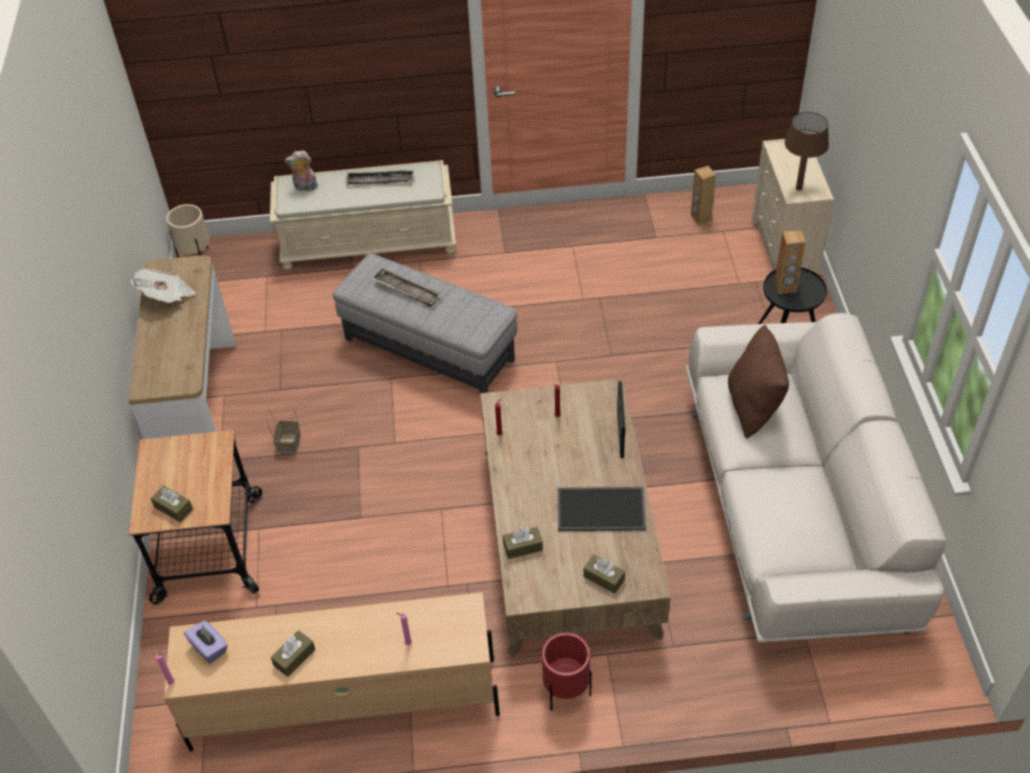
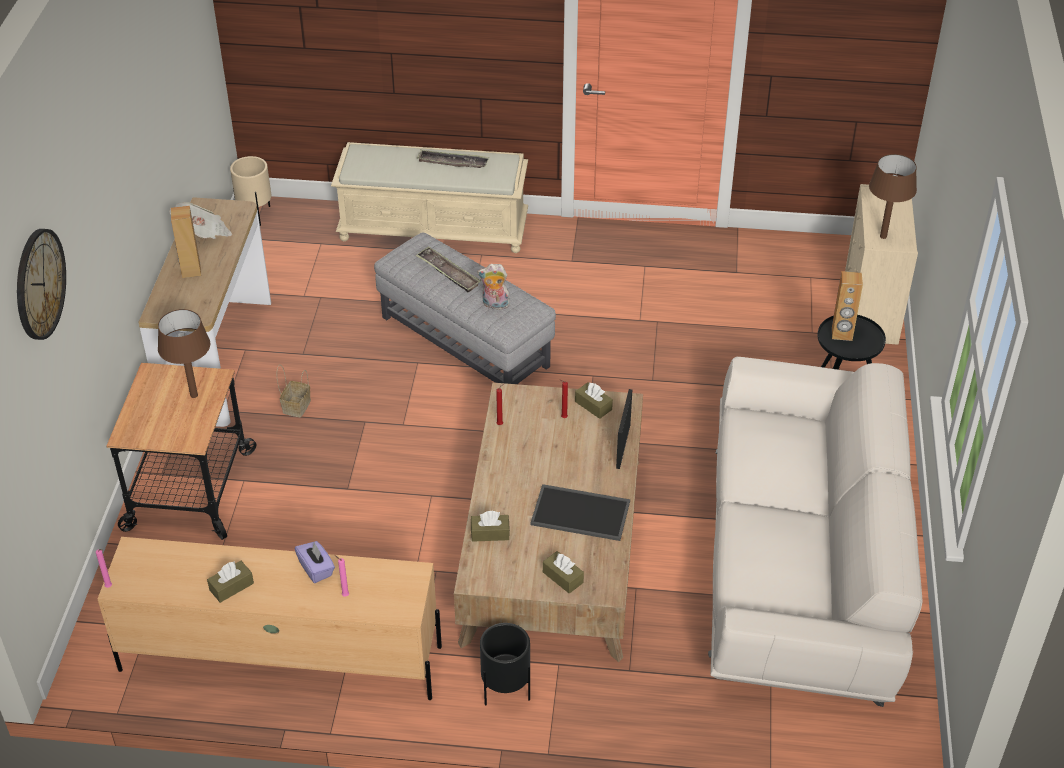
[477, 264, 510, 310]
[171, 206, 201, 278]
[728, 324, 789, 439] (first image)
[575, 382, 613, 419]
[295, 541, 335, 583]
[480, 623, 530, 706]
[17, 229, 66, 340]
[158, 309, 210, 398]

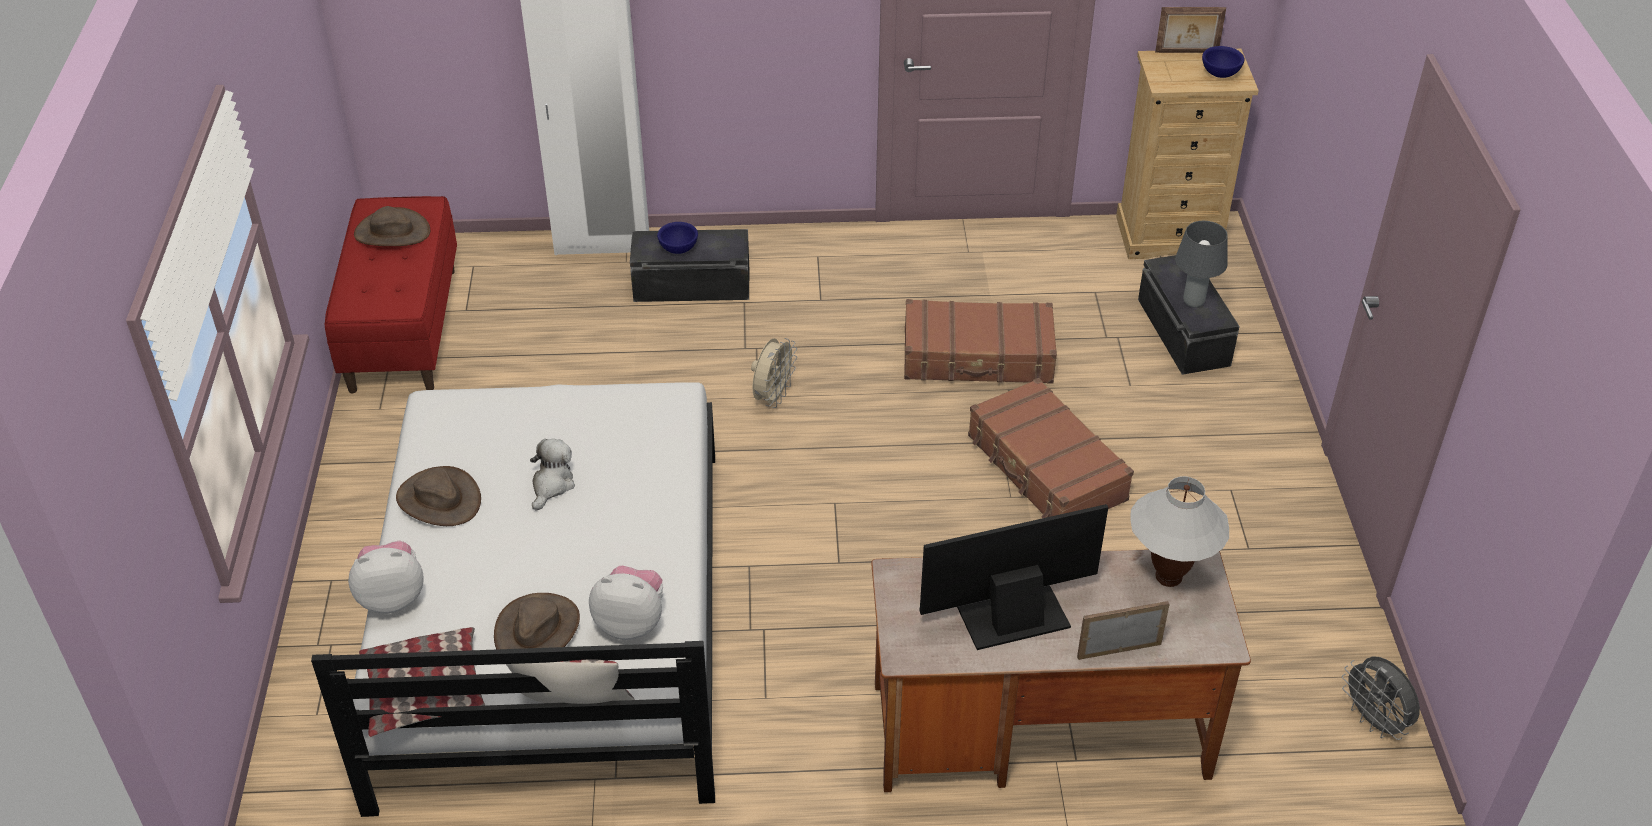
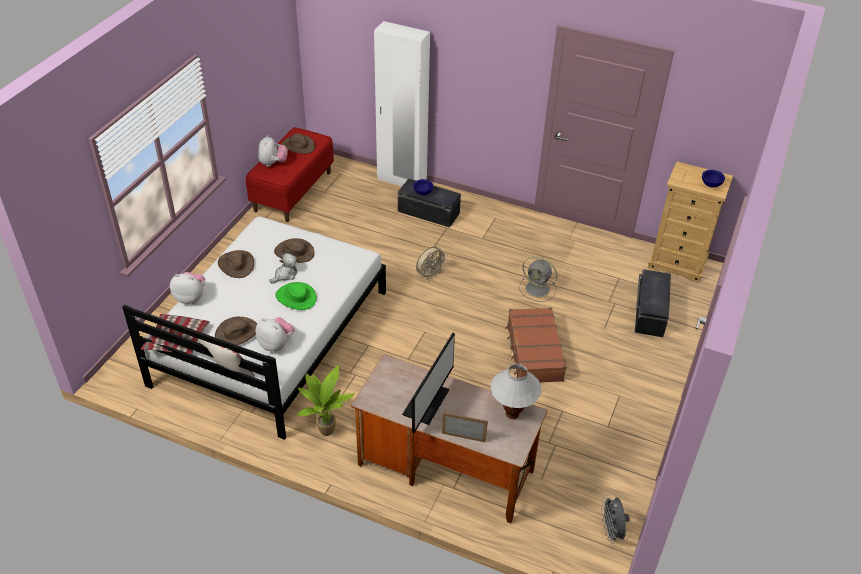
[1155, 7, 1226, 53] (first image)
[1175, 221, 1228, 308] (first image)
[520, 256, 557, 302]
[402, 333, 455, 433]
[258, 135, 288, 167]
[274, 238, 315, 263]
[275, 282, 317, 310]
[297, 365, 355, 436]

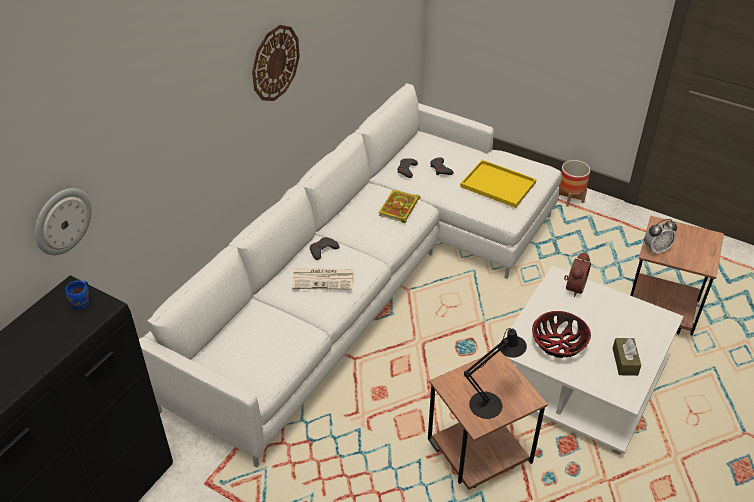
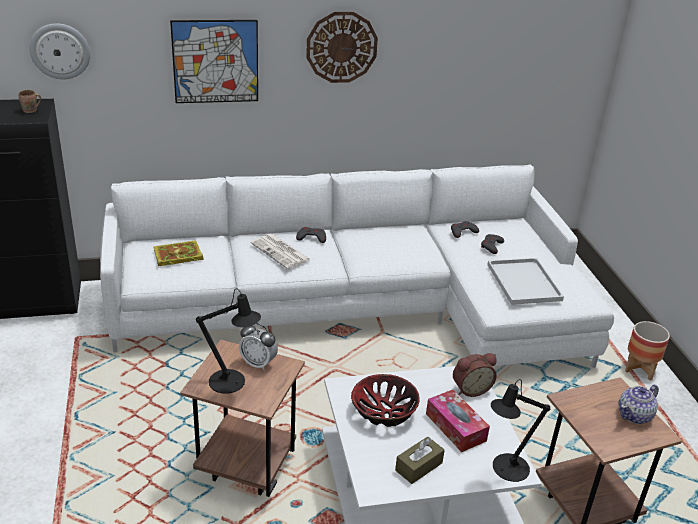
[487, 258, 564, 305]
[153, 240, 203, 266]
[239, 323, 278, 371]
[19, 90, 41, 113]
[170, 20, 258, 103]
[491, 379, 550, 482]
[618, 385, 659, 424]
[426, 390, 490, 452]

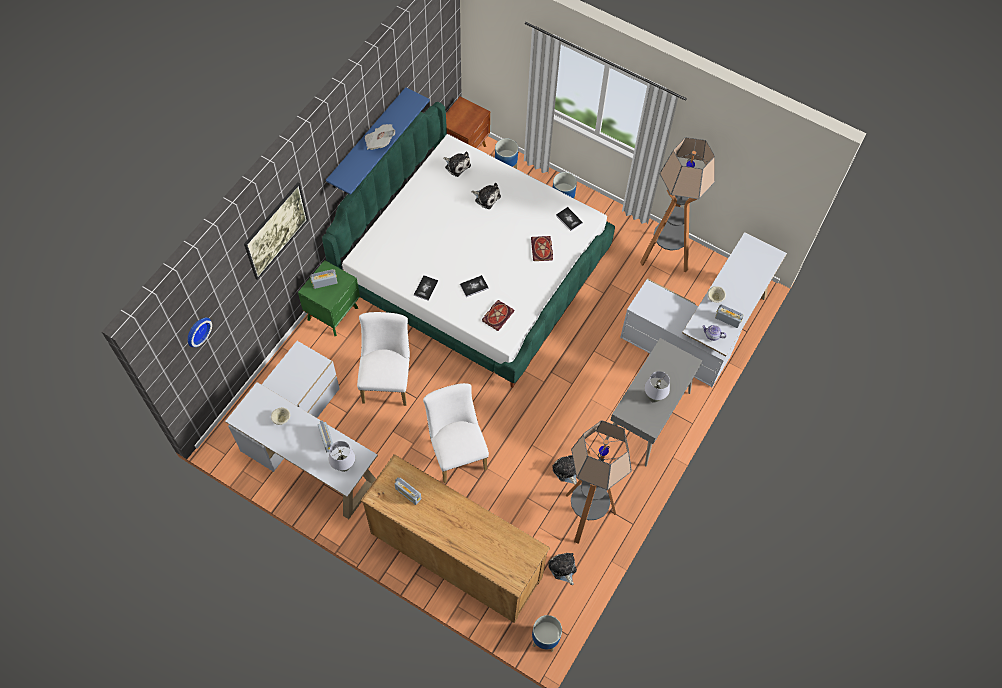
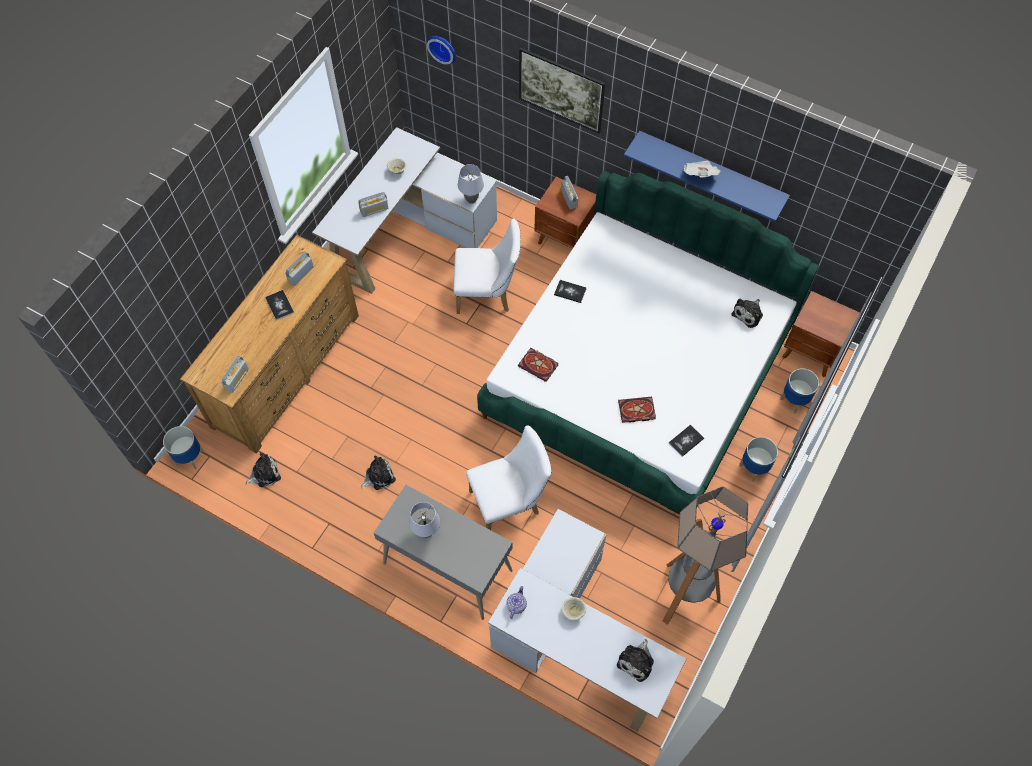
[617, 639, 654, 682]
[534, 177, 596, 249]
[265, 290, 294, 321]
[221, 356, 249, 393]
[466, 425, 551, 530]
[566, 420, 632, 544] (first image)
[458, 164, 484, 204]

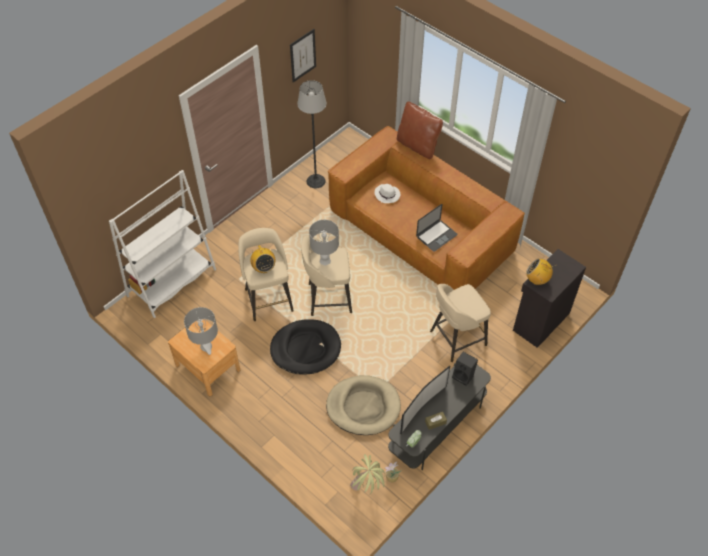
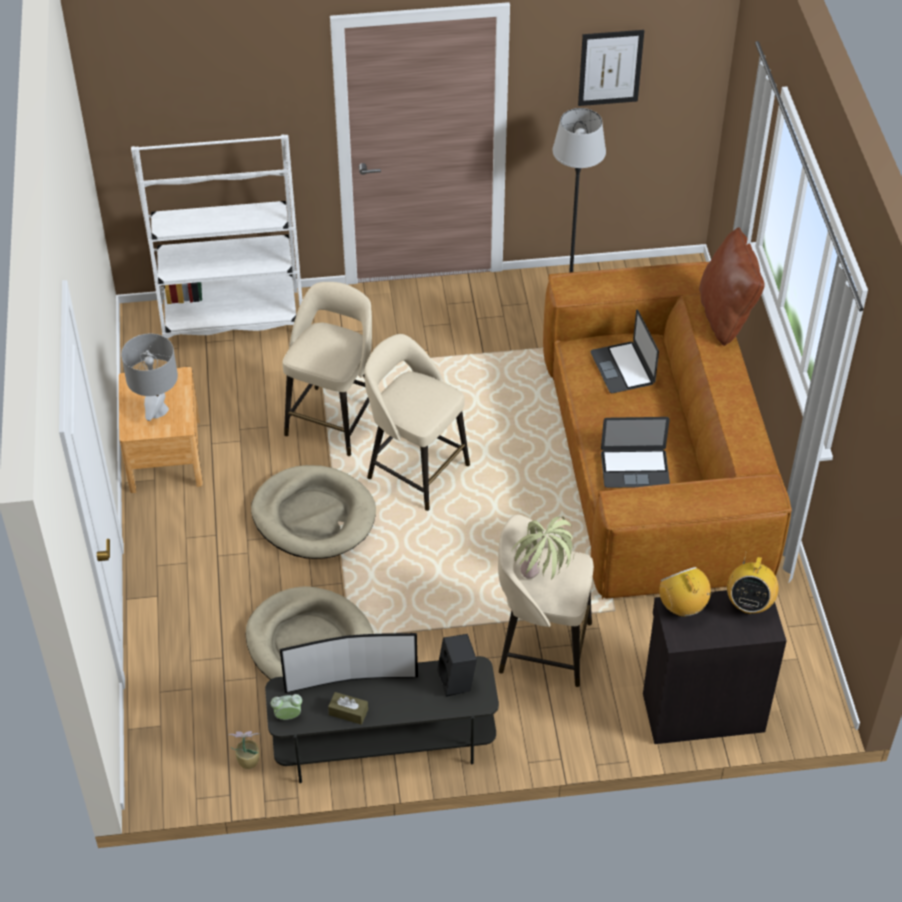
[590, 310, 659, 393]
[309, 220, 339, 265] (first image)
[727, 555, 779, 614]
[251, 465, 376, 559]
[512, 516, 574, 579]

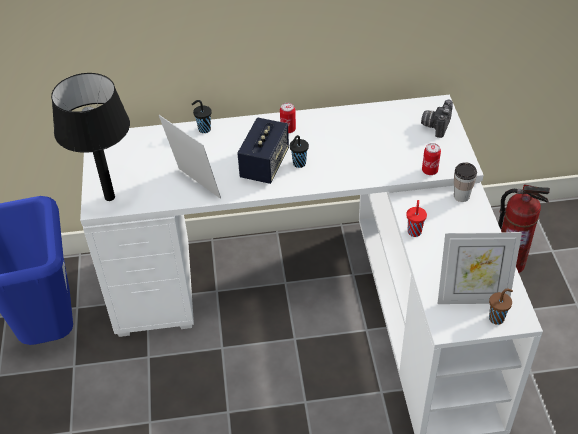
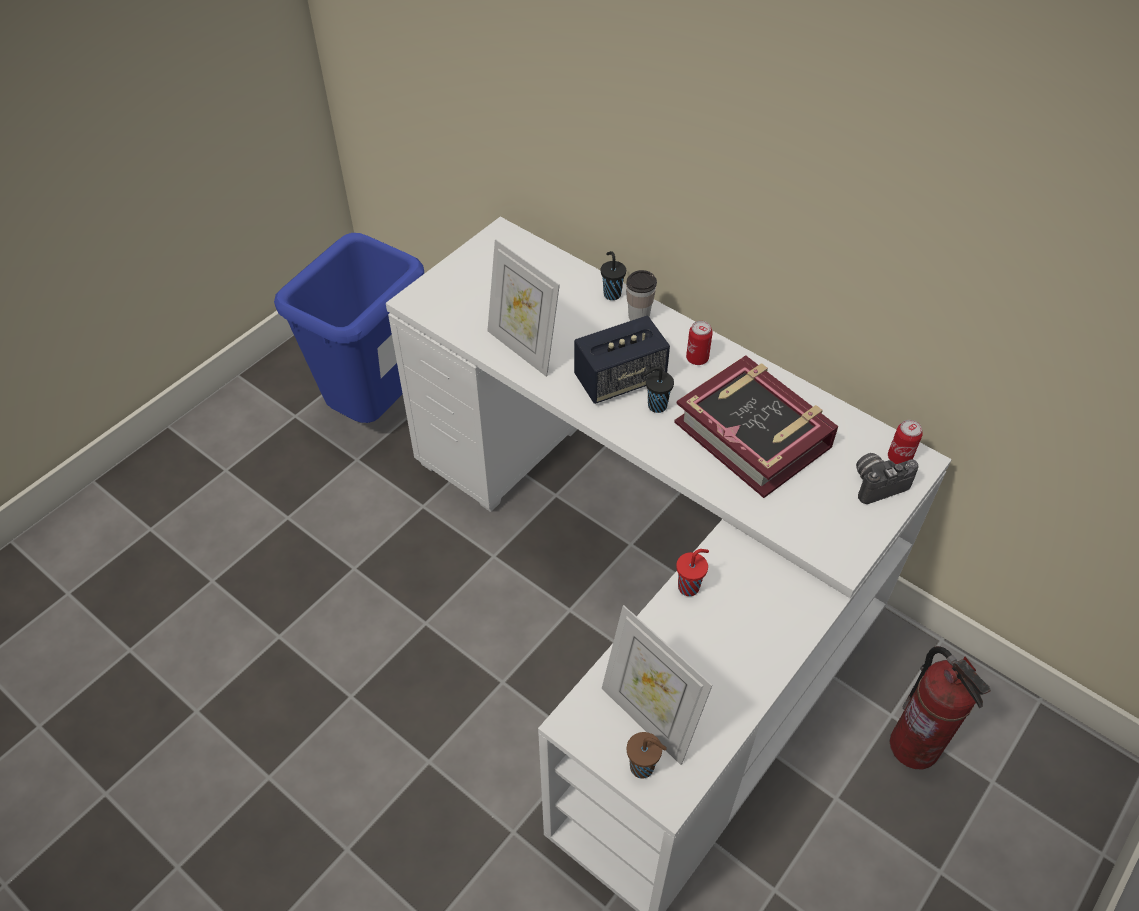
[51, 73, 130, 201] (first image)
[487, 239, 560, 377]
[888, 420, 923, 464]
[626, 270, 657, 321]
[674, 355, 838, 498]

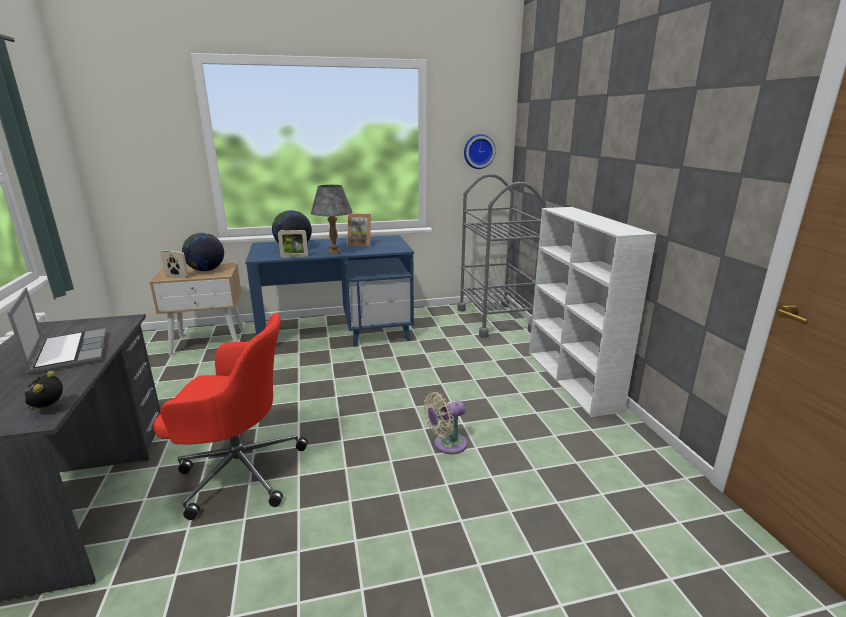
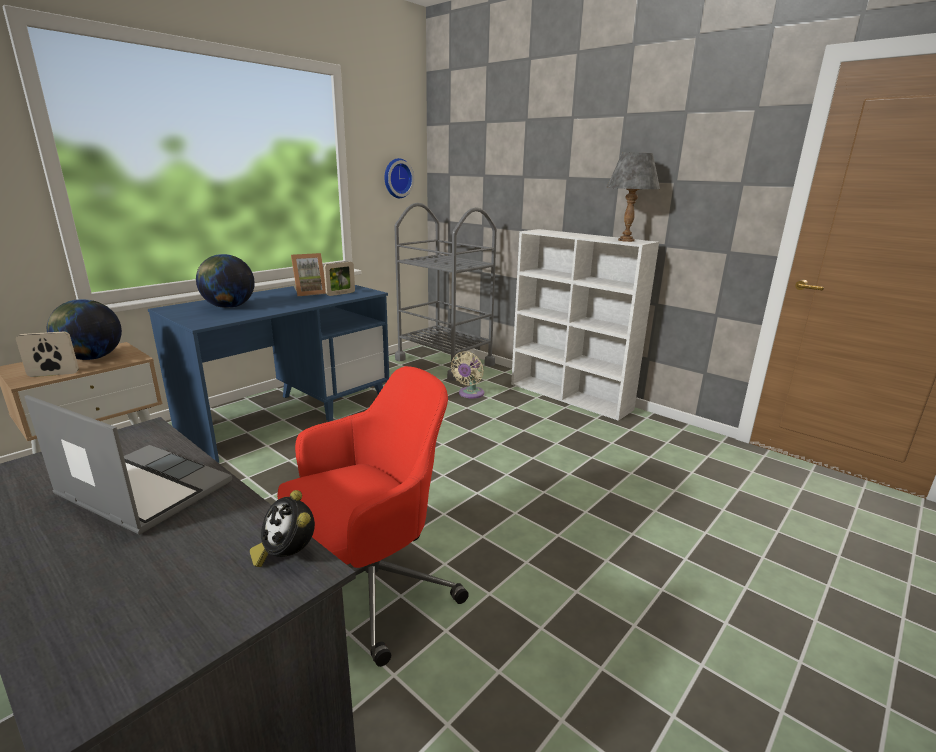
[606, 153, 660, 242]
[324, 261, 355, 296]
[451, 351, 484, 398]

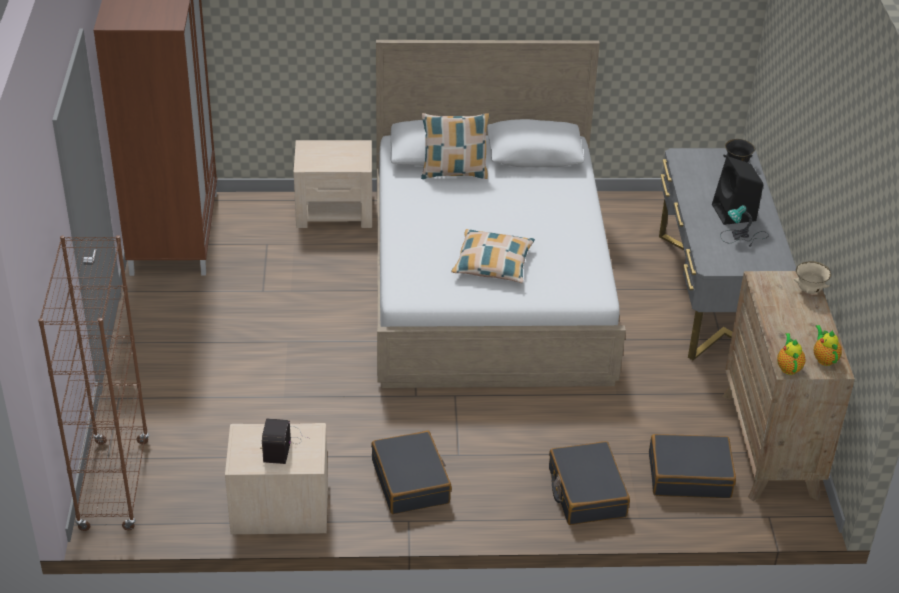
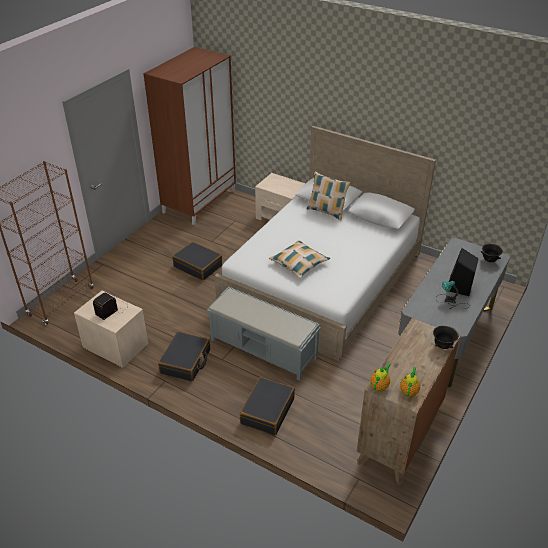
[433, 326, 459, 349]
[172, 242, 222, 281]
[207, 287, 321, 381]

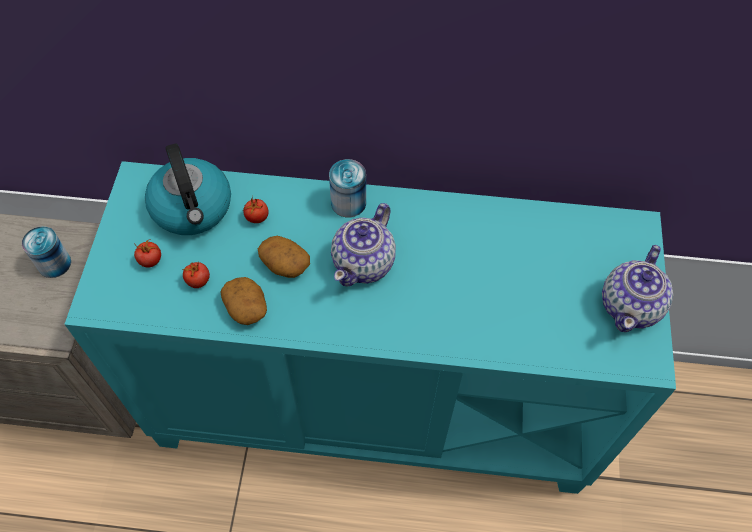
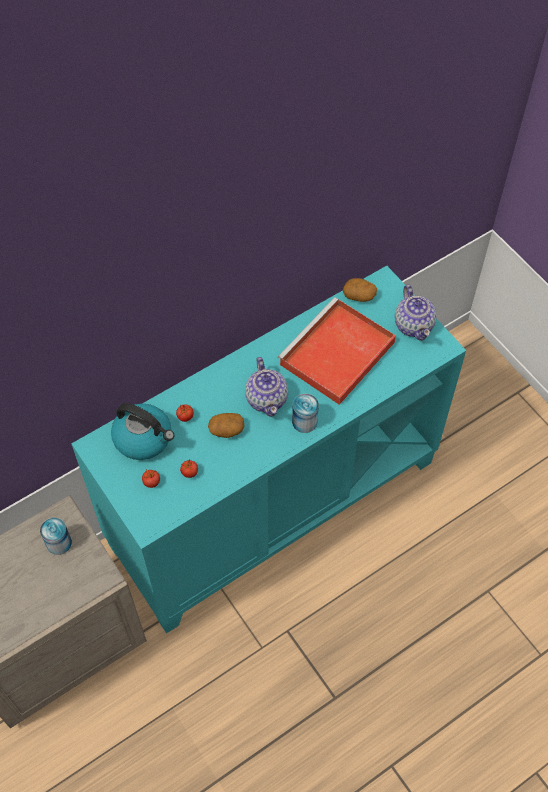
[292, 394, 319, 433]
[343, 278, 377, 302]
[278, 298, 396, 405]

